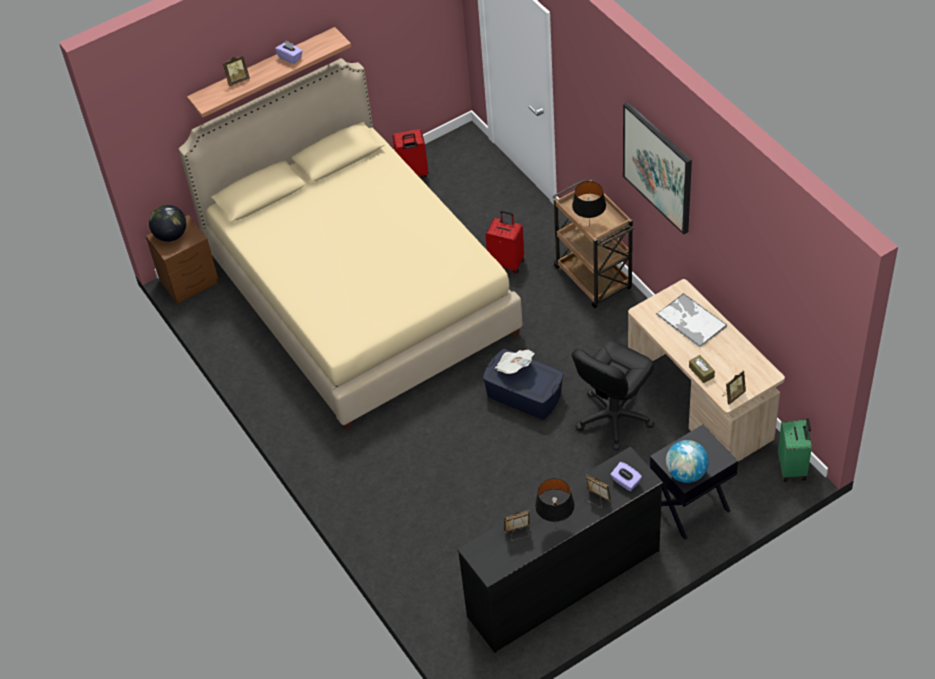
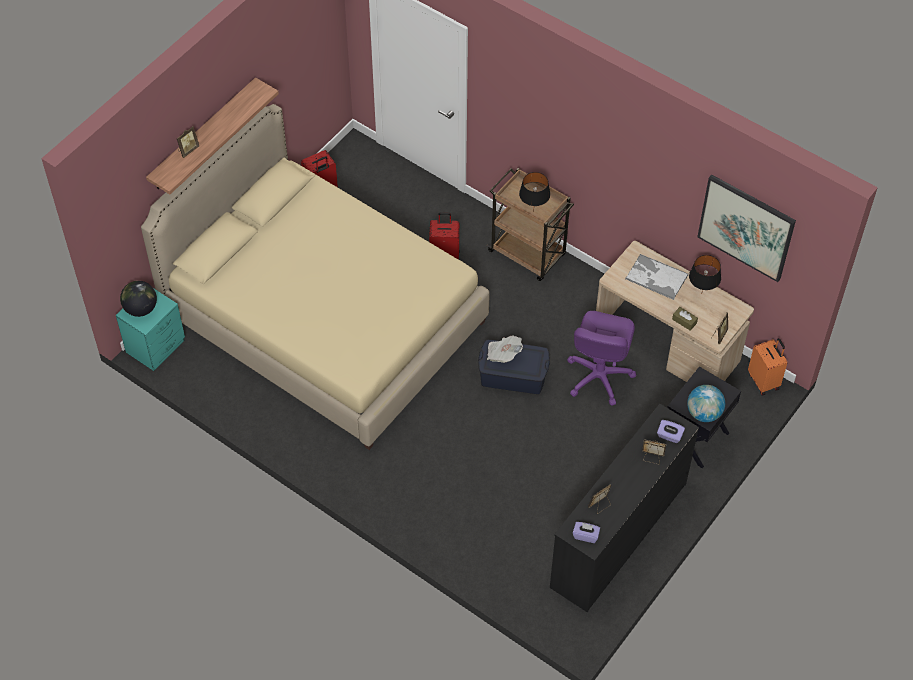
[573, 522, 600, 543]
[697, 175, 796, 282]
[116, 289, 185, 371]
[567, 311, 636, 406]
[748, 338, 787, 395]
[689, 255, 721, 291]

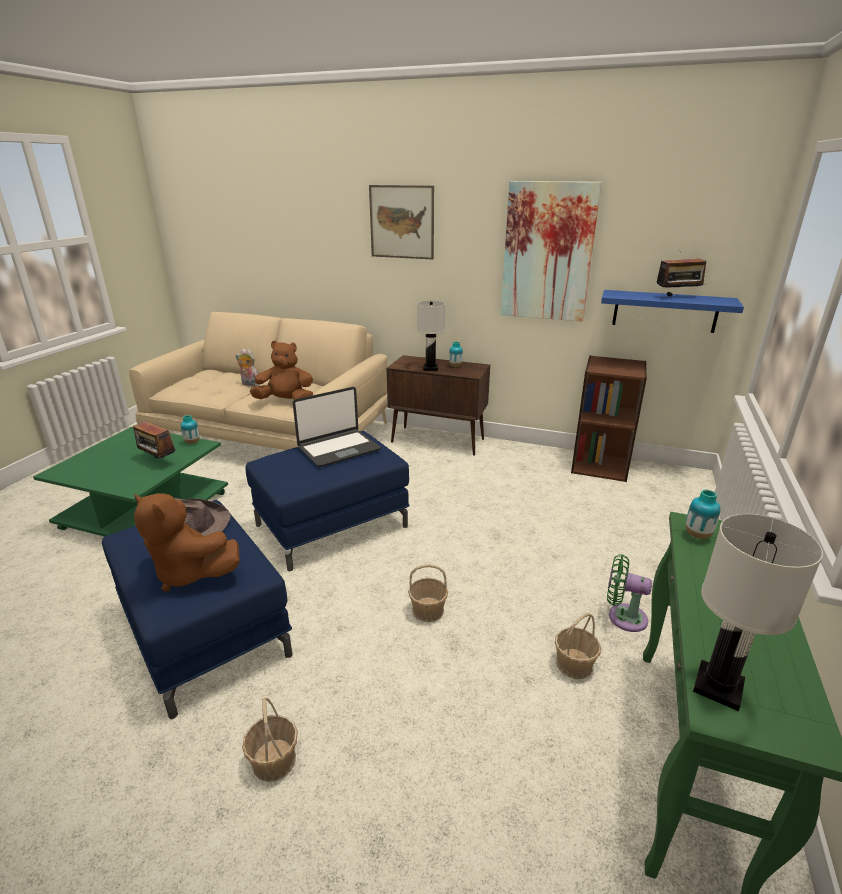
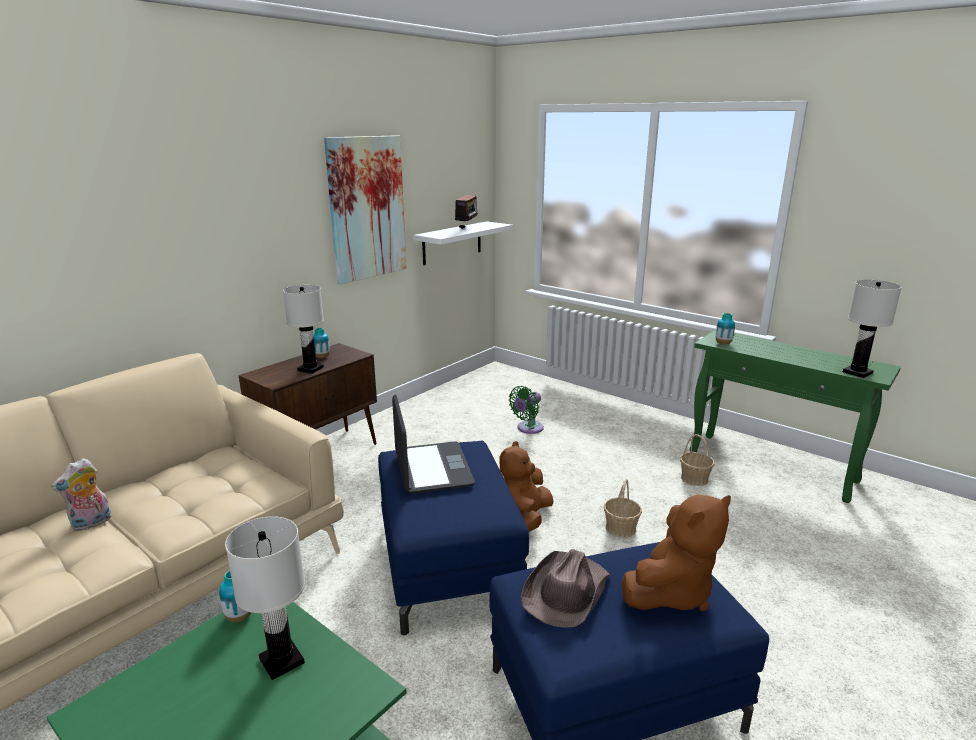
[369, 185, 434, 259] (first image)
[413, 221, 513, 265]
[499, 441, 554, 532]
[571, 355, 647, 482] (first image)
[225, 516, 305, 680]
[509, 386, 544, 434]
[242, 698, 298, 782] (first image)

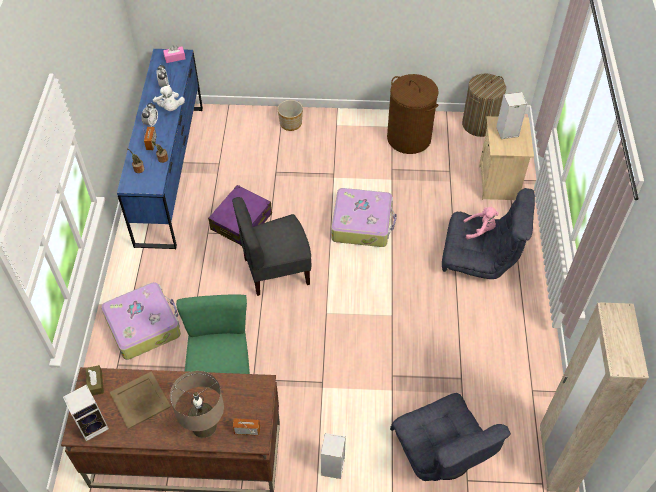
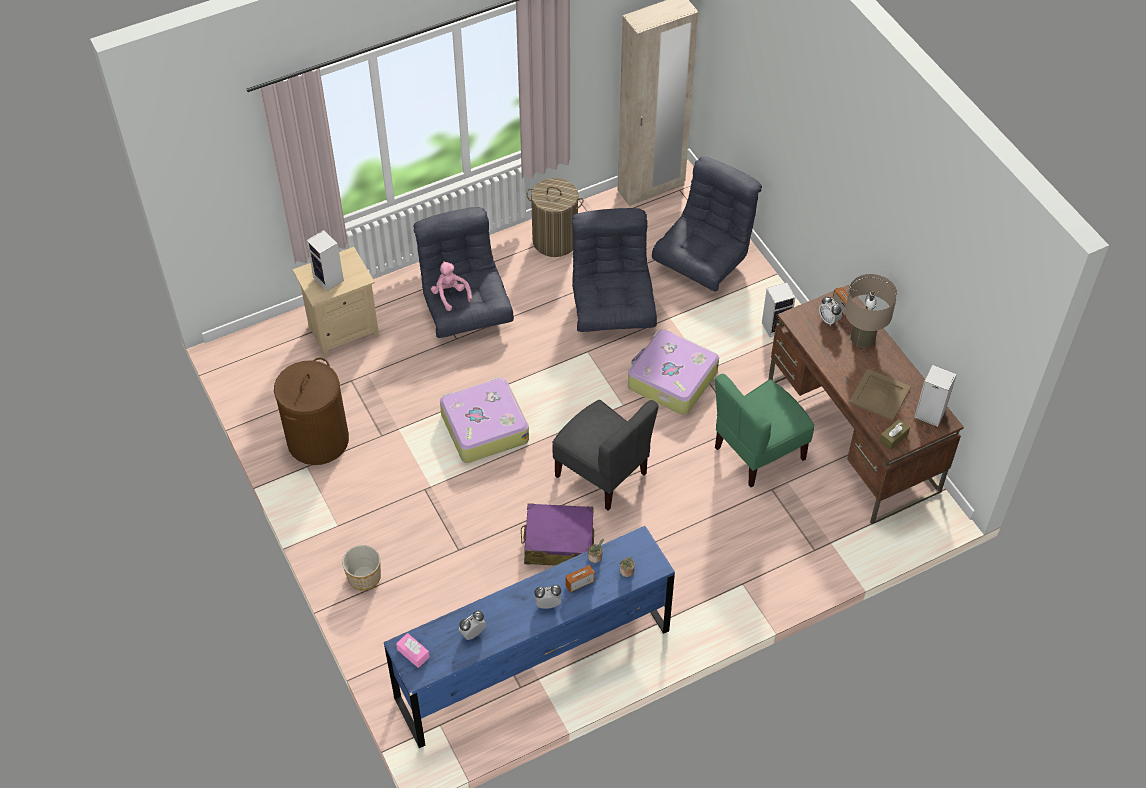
[526, 178, 584, 257]
[153, 85, 185, 111] (first image)
[628, 329, 719, 415]
[572, 208, 657, 332]
[819, 296, 842, 326]

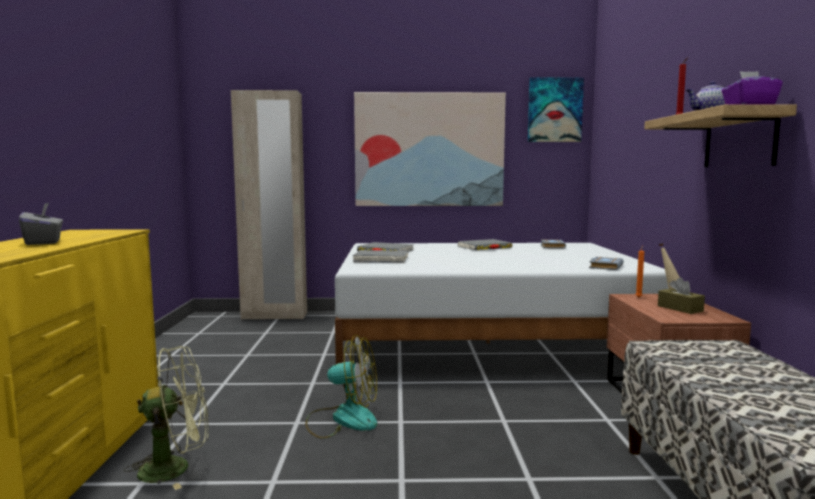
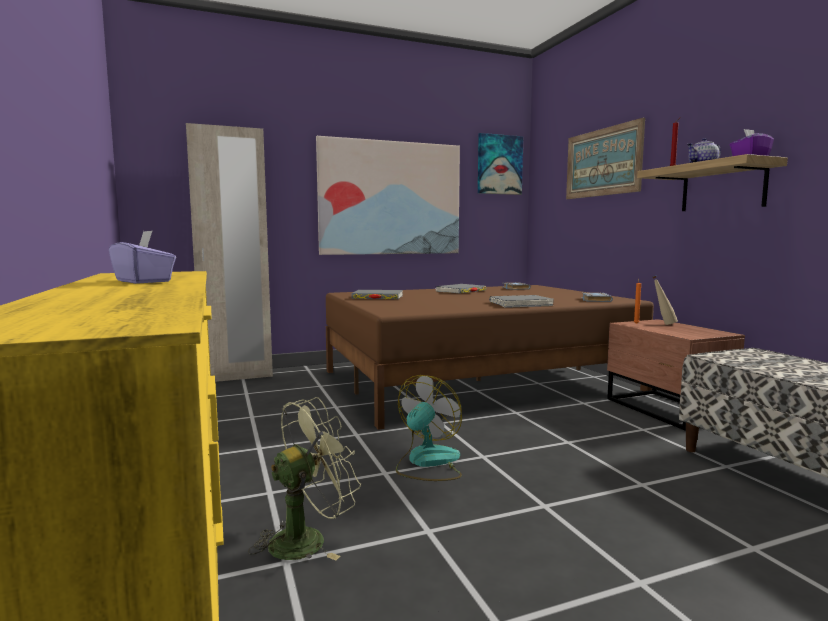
[109, 230, 176, 284]
[326, 285, 654, 430]
[489, 295, 554, 308]
[658, 277, 705, 314] (first image)
[396, 375, 462, 481]
[566, 118, 645, 199]

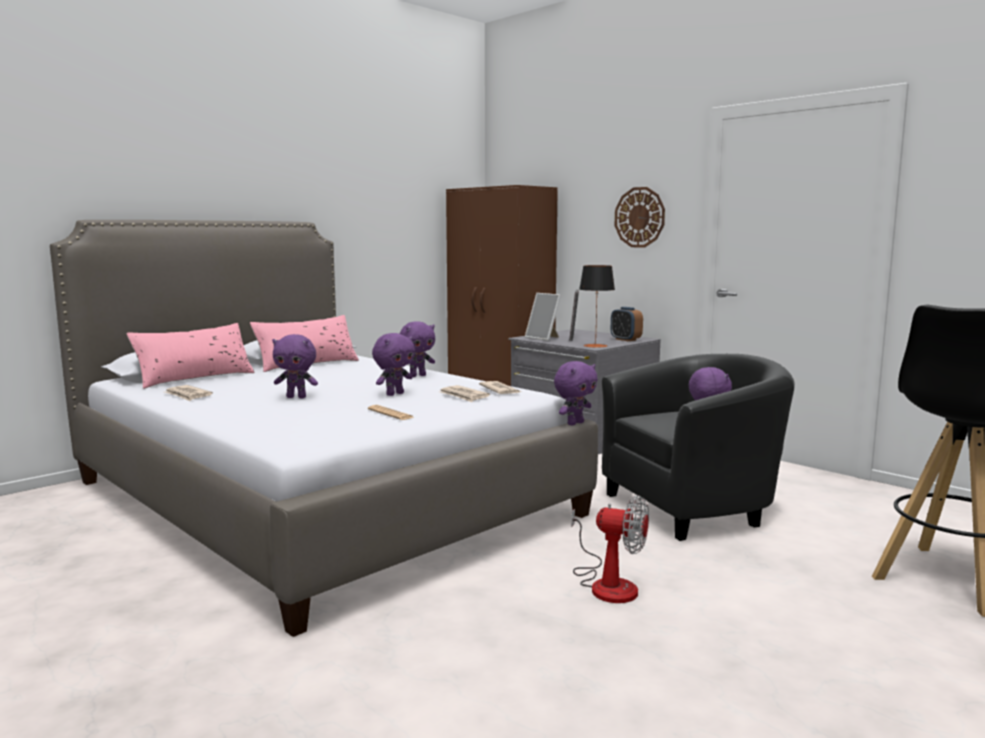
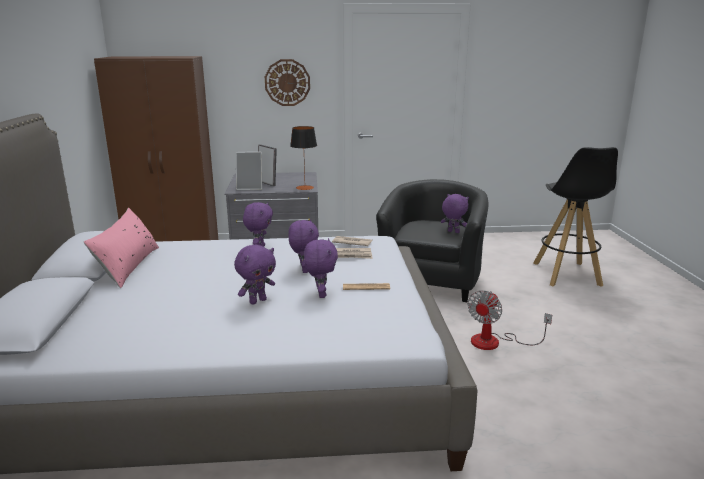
[611, 307, 643, 341] (first image)
[126, 323, 255, 389] (first image)
[304, 238, 338, 298]
[165, 385, 213, 401] (first image)
[467, 290, 552, 350]

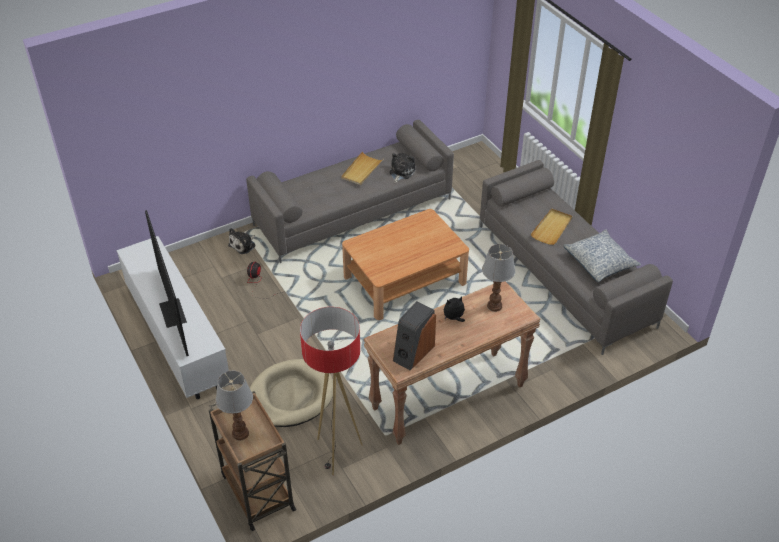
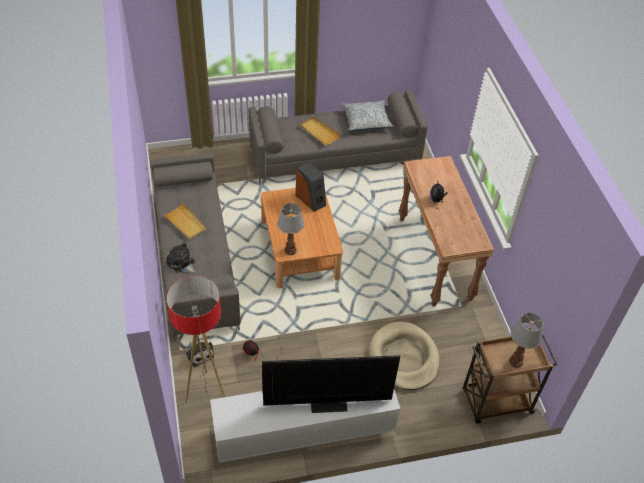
[166, 242, 196, 273]
[278, 203, 304, 255]
[296, 162, 326, 212]
[166, 276, 225, 403]

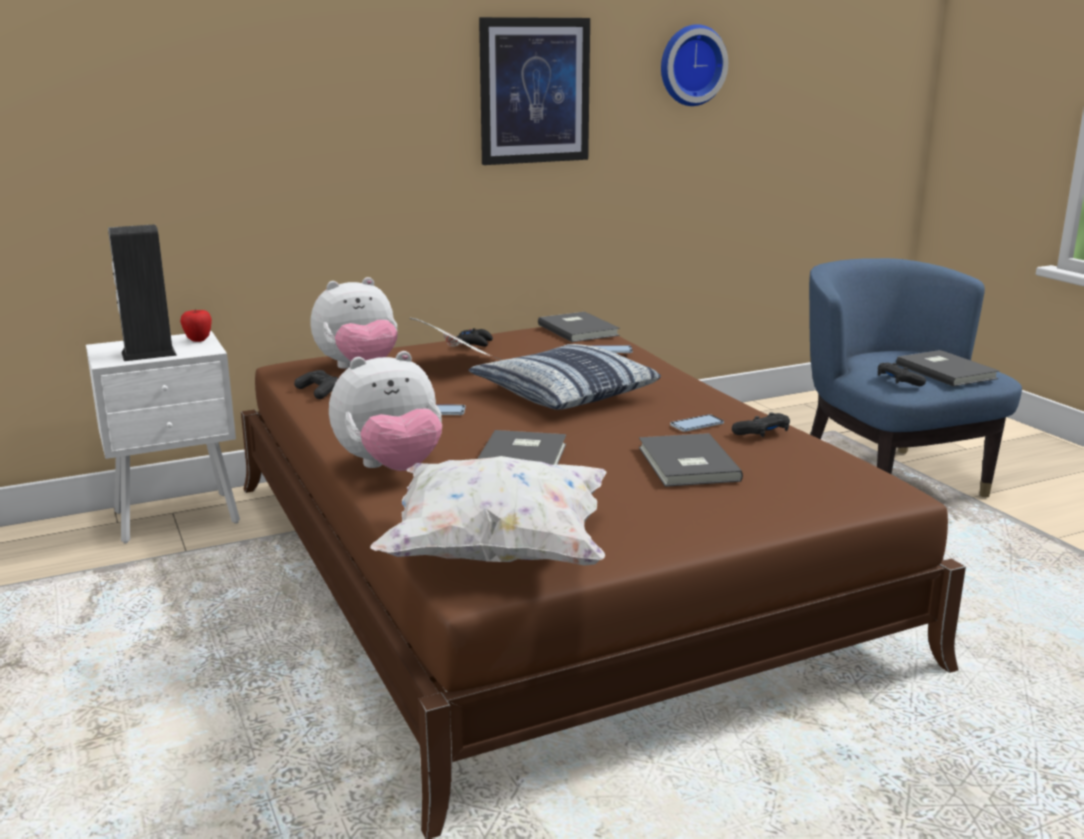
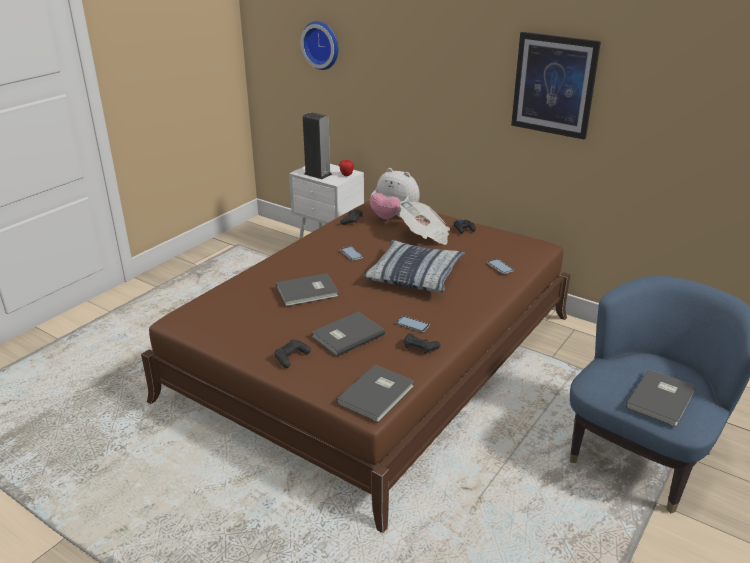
[300, 21, 338, 70]
[336, 365, 414, 423]
[329, 351, 442, 471] (first image)
[274, 339, 311, 368]
[370, 456, 606, 566] (first image)

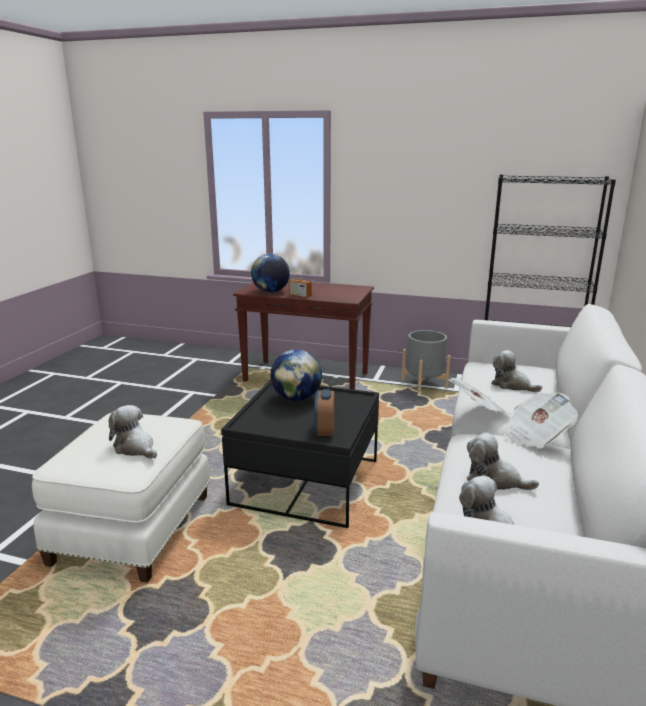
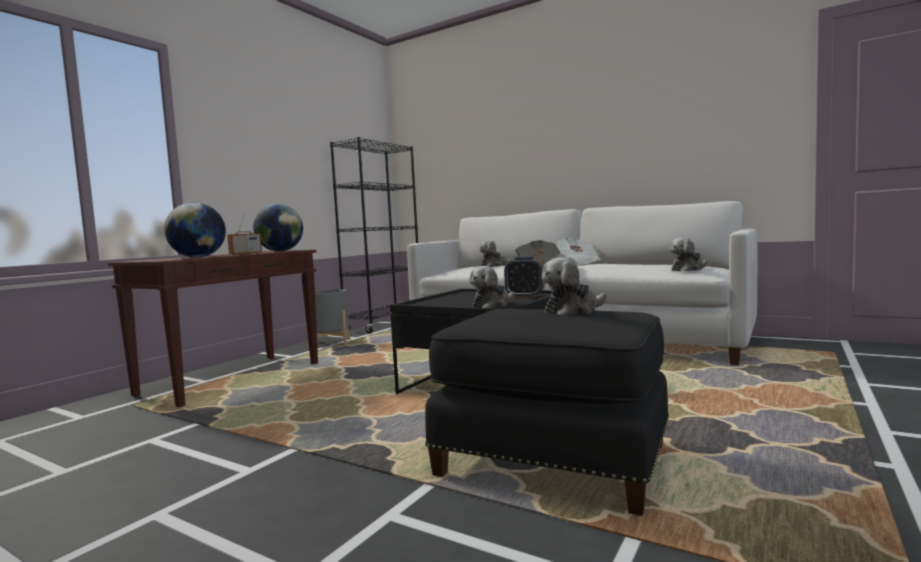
[253, 204, 303, 251]
[425, 309, 669, 516]
[469, 266, 515, 308]

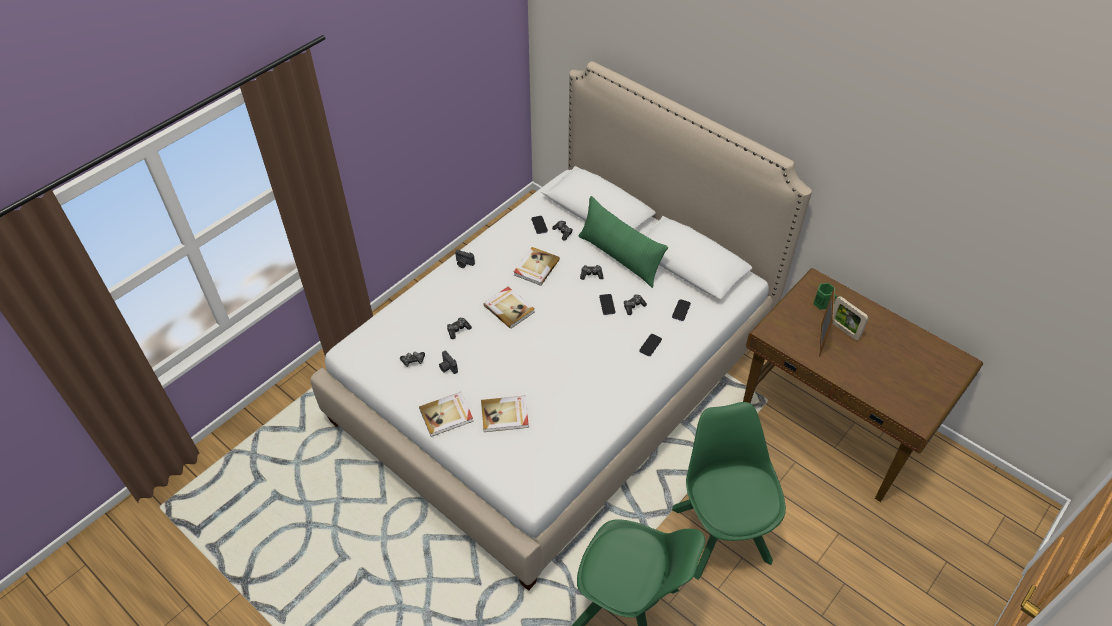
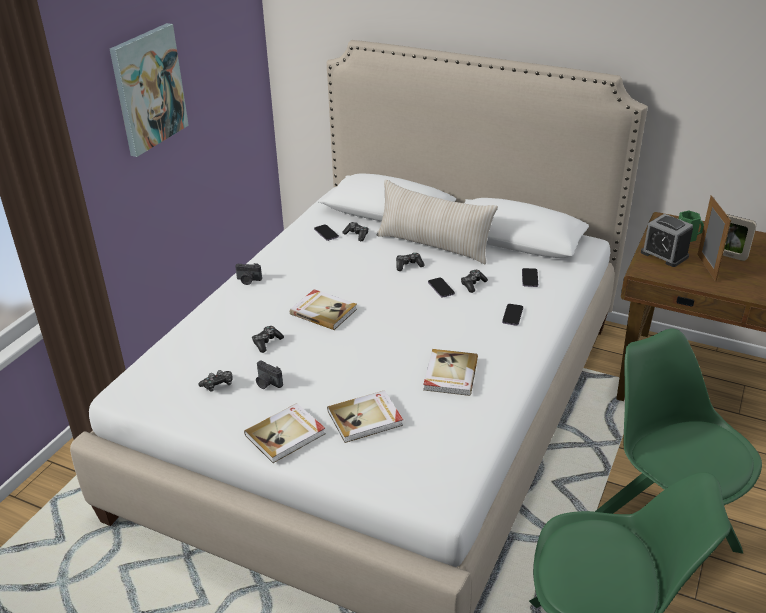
[377, 180, 498, 265]
[423, 349, 478, 396]
[110, 23, 189, 157]
[641, 214, 693, 267]

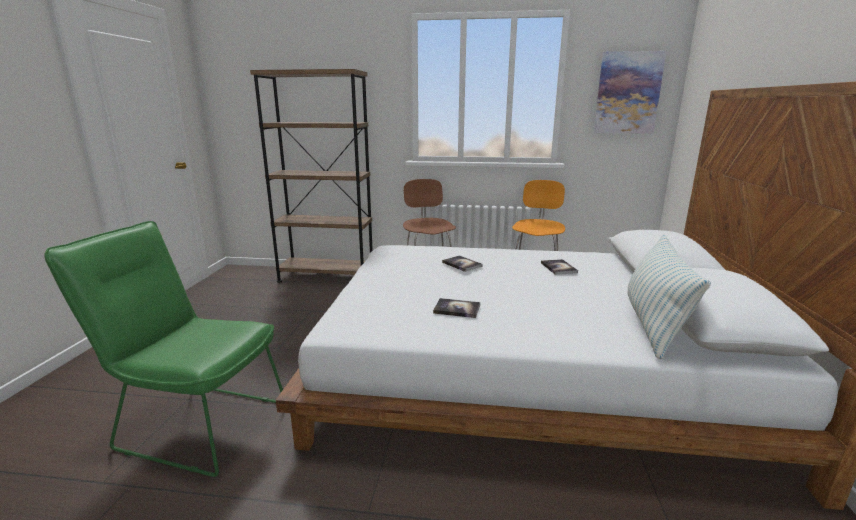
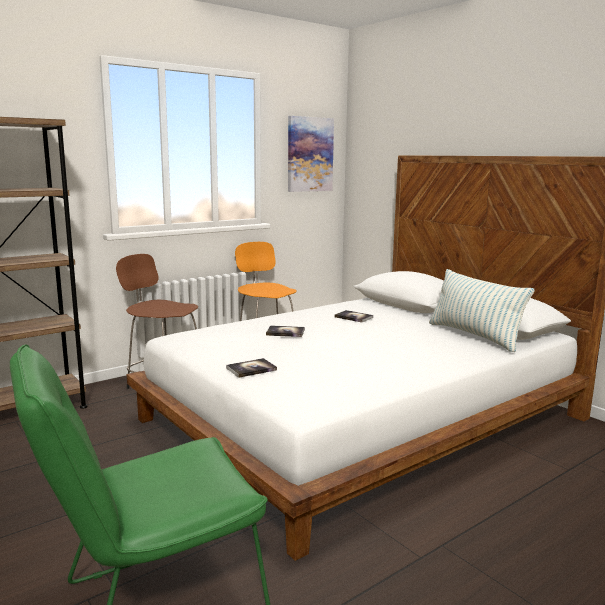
[226, 358, 277, 378]

